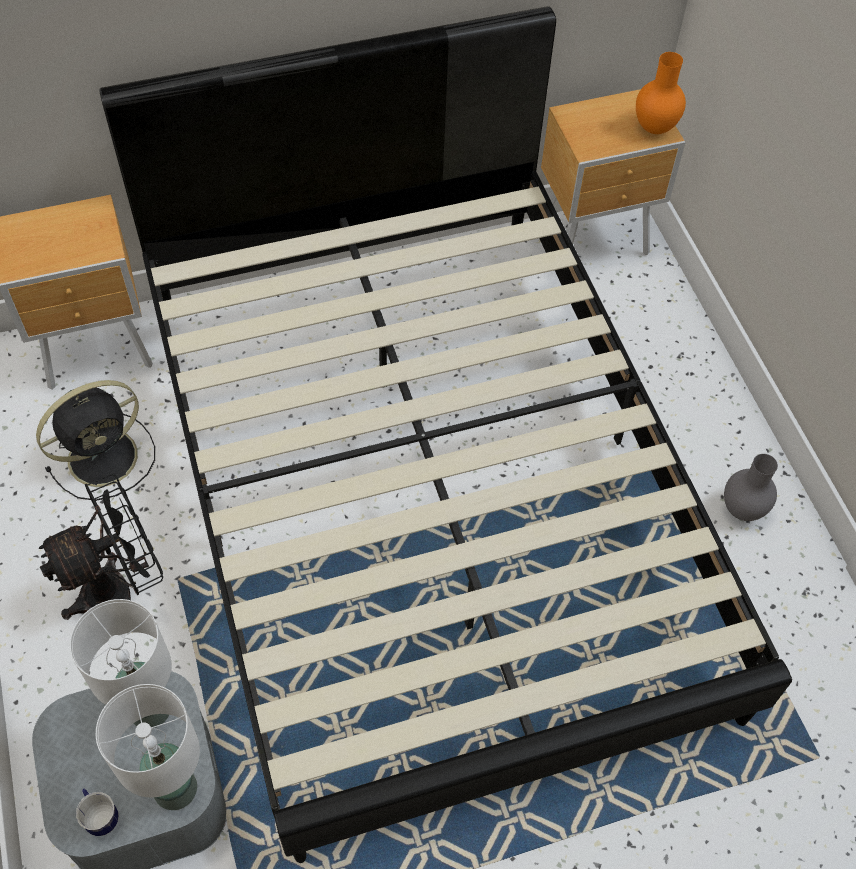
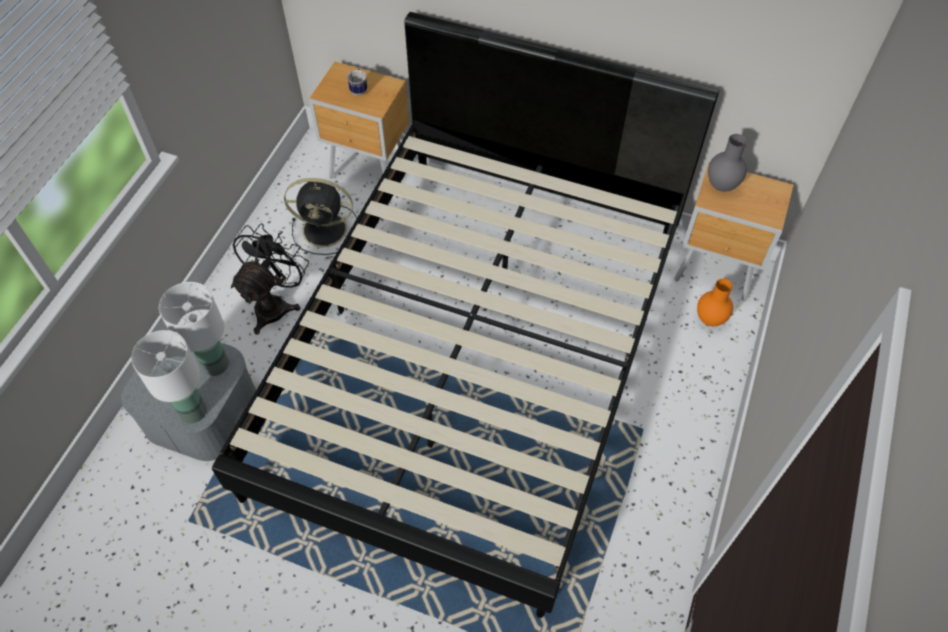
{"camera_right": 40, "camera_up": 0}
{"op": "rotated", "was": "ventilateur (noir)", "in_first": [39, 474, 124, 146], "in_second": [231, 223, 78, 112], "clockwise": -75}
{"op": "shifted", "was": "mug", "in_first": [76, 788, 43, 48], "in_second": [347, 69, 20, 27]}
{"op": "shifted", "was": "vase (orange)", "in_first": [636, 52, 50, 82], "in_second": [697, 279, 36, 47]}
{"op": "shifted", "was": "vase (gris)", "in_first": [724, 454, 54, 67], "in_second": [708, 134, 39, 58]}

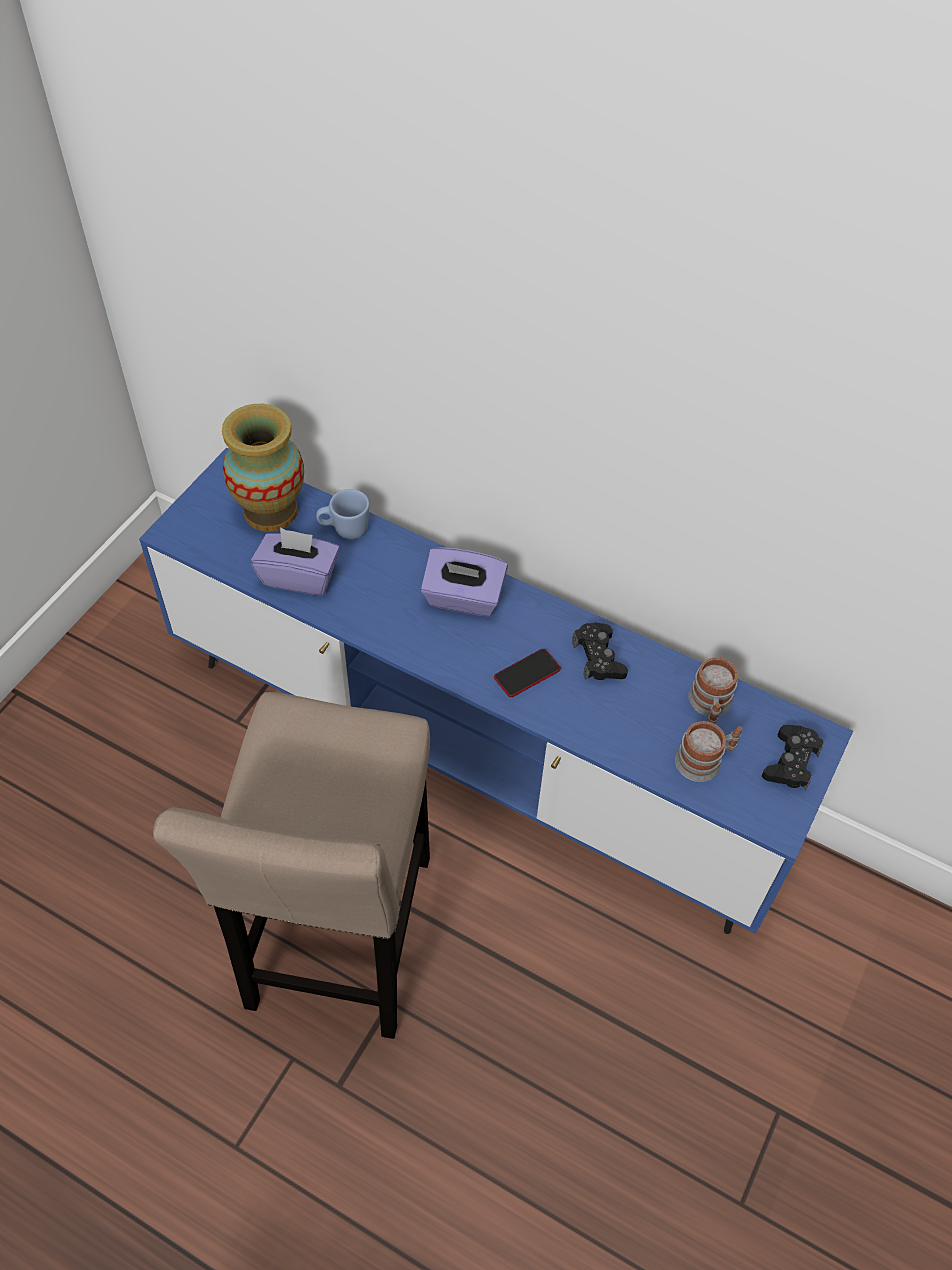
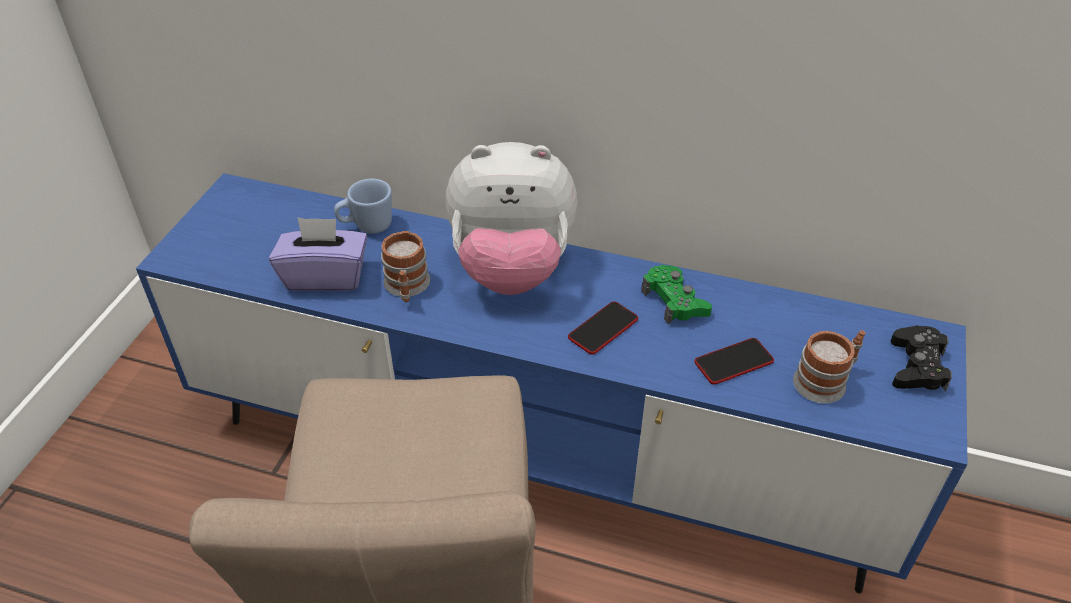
{"camera_right": -10, "camera_up": -10}
{"op": "gone", "was": "vase", "in_first": [222, 404, 82, 128]}
{"op": "swapped", "was": "boîte à mouchoirs (violet)", "now": "peluche", "in_first": [421, 547, 87, 70], "in_second": [446, 142, 131, 153]}
{"op": "repainted", "was": "manette (noir)", "now": "manette (vert)", "in_first": [572, 622, 56, 58], "in_second": [641, 265, 71, 60]}
{"op": "shifted", "was": "mug", "in_first": [688, 657, 50, 67], "in_second": [381, 231, 49, 71]}
{"op": "new", "now": "téléphone", "in_second": [694, 338, 80, 47]}

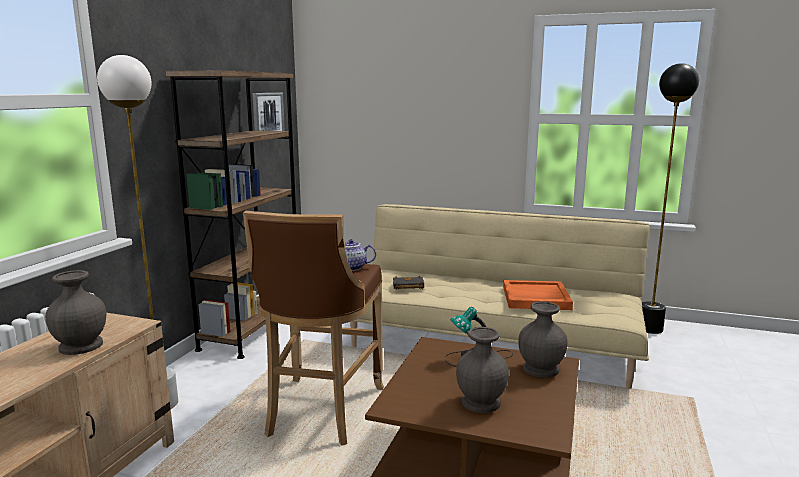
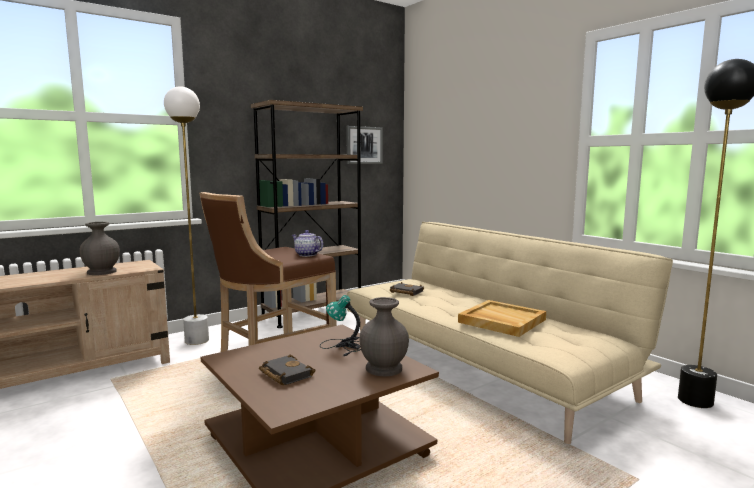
{"camera_right": 35, "camera_up": -5}
{"op": "swapped", "was": "vase (gris)", "now": "livre (noir)", "in_first": [456, 327, 53, 86], "in_second": [259, 355, 56, 30]}
{"op": "repainted", "was": "plateau (orange)", "now": "plateau (beige)", "in_first": [503, 280, 70, 30], "in_second": [458, 300, 88, 37]}

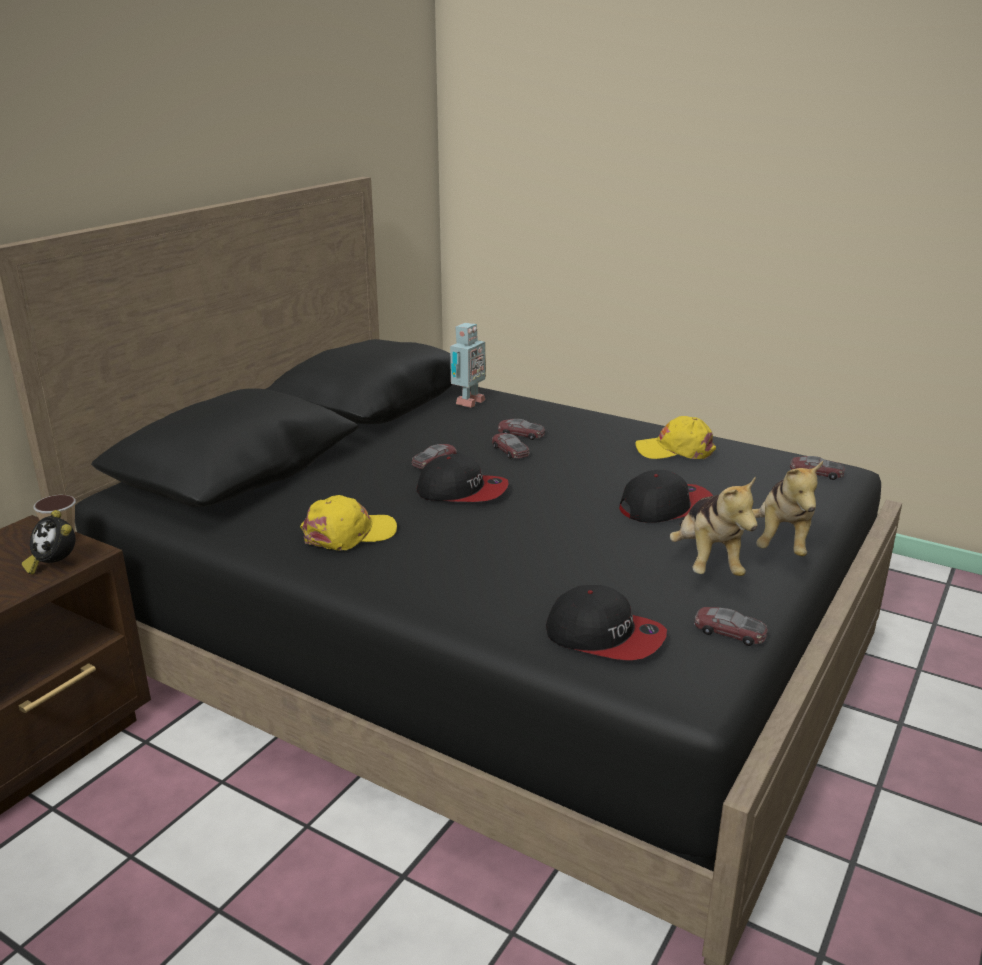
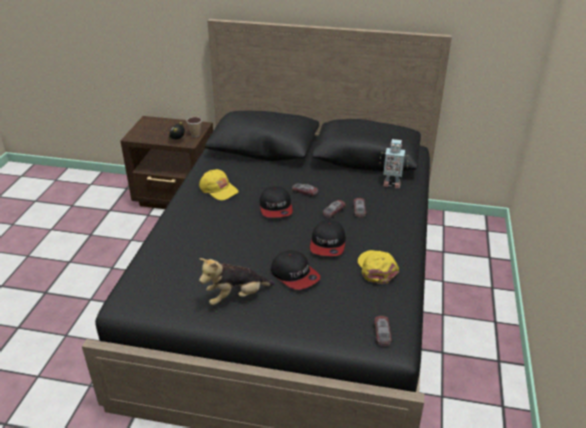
{"camera_right": 70, "camera_up": 10}
{"op": "shifted", "was": "casquette", "in_first": [546, 585, 121, 75], "in_second": [310, 220, 36, 36]}
{"op": "gone", "was": "petite voiture", "in_first": [694, 607, 74, 39]}
{"op": "gone", "was": "peluche", "in_first": [752, 461, 71, 95]}

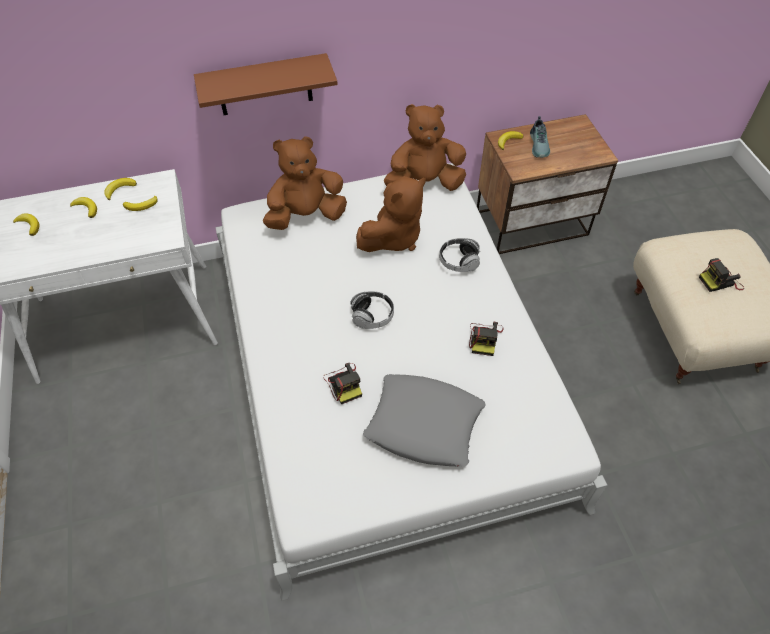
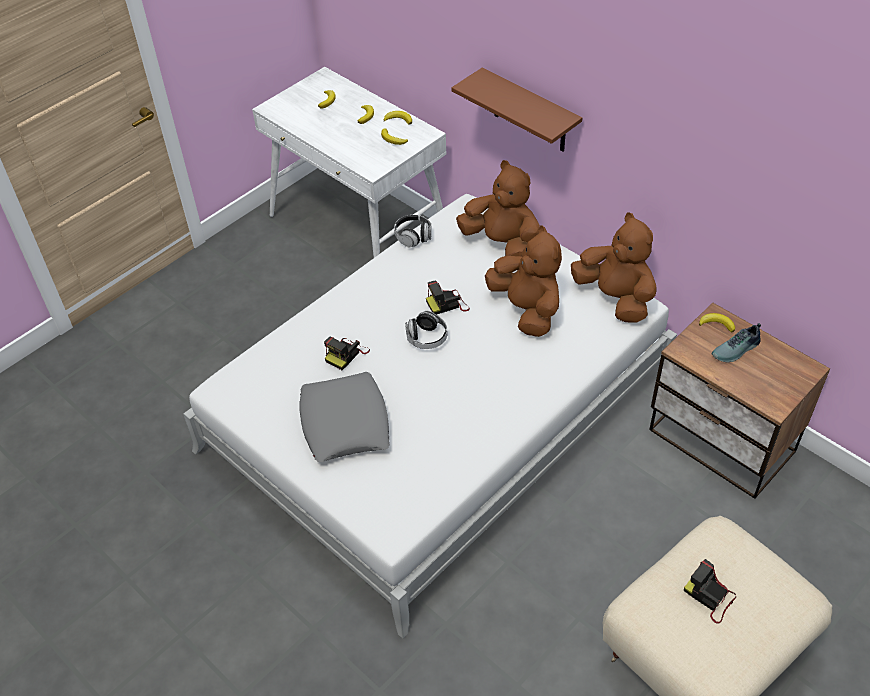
{"camera_right": 60, "camera_up": -5}
{"op": "rotated", "was": "peluche (marron)", "in_first": [356, 176, 70, 76], "in_second": [485, 225, 77, 112], "clockwise": -135}
{"op": "shifted", "was": "casque audio", "in_first": [439, 238, 41, 34], "in_second": [394, 215, 38, 33]}
{"op": "shifted", "was": "appareil photo", "in_first": [469, 322, 35, 34], "in_second": [426, 281, 44, 34]}

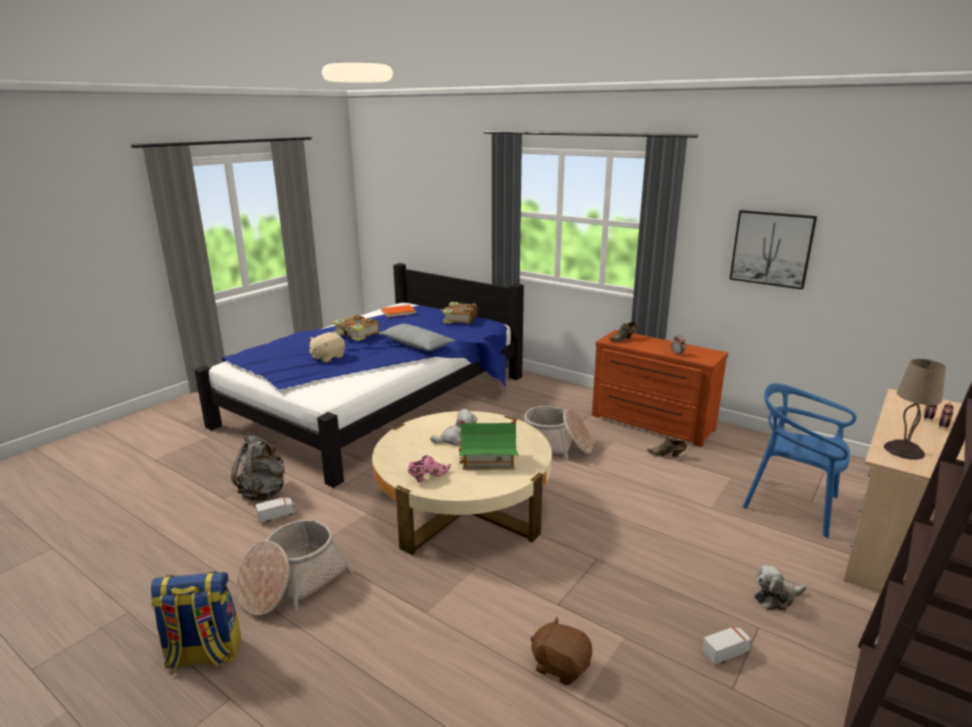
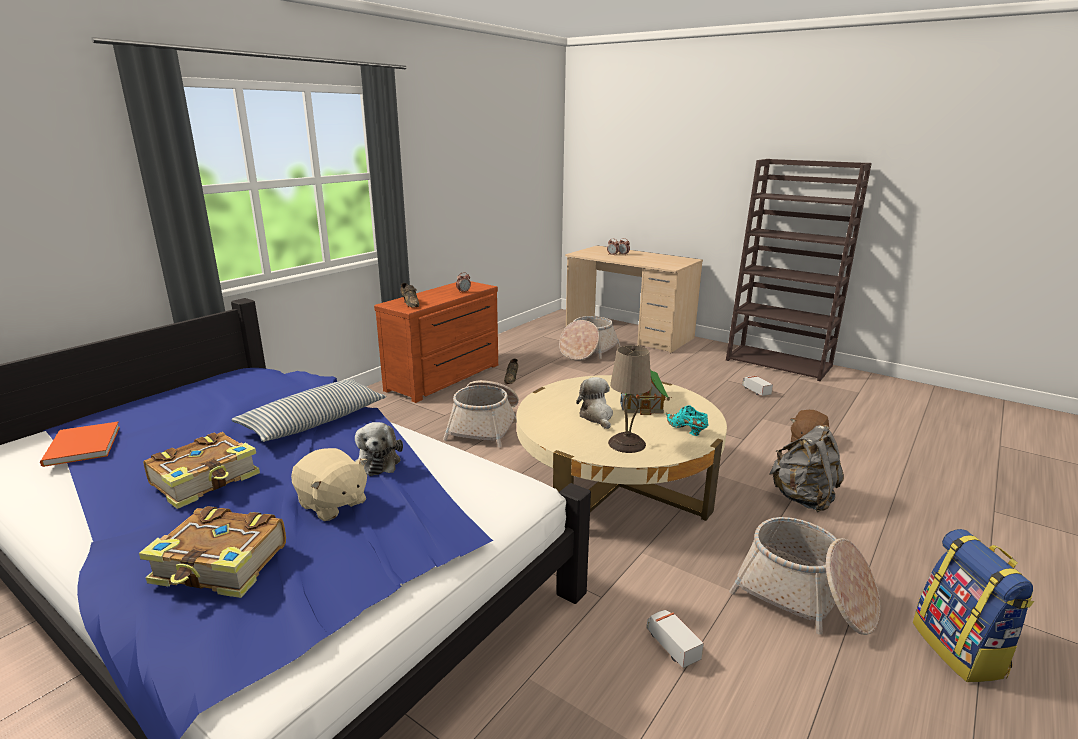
{"camera_right": -90, "camera_up": 0}
{"op": "shifted", "was": "sac à dos (gris)", "in_first": [231, 435, 54, 66], "in_second": [770, 425, 74, 87]}
{"op": "repainted", "was": "chaussure (rose)", "now": "chaussure (turquoise)", "in_first": [408, 455, 43, 27], "in_second": [666, 405, 42, 31]}
{"op": "shifted", "was": "livre", "in_first": [441, 302, 36, 22], "in_second": [139, 506, 147, 92]}
{"op": "gone", "was": "tableau", "in_first": [729, 210, 88, 80]}
{"op": "swapped", "was": "chaise (bleu)", "now": "panier", "in_first": [743, 383, 113, 154], "in_second": [559, 316, 62, 45]}
{"op": "shifted", "was": "peluche", "in_first": [754, 565, 52, 46], "in_second": [355, 422, 48, 54]}
{"op": "shifted", "was": "lampe de table (beige)", "in_first": [884, 359, 62, 101], "in_second": [608, 345, 43, 108]}

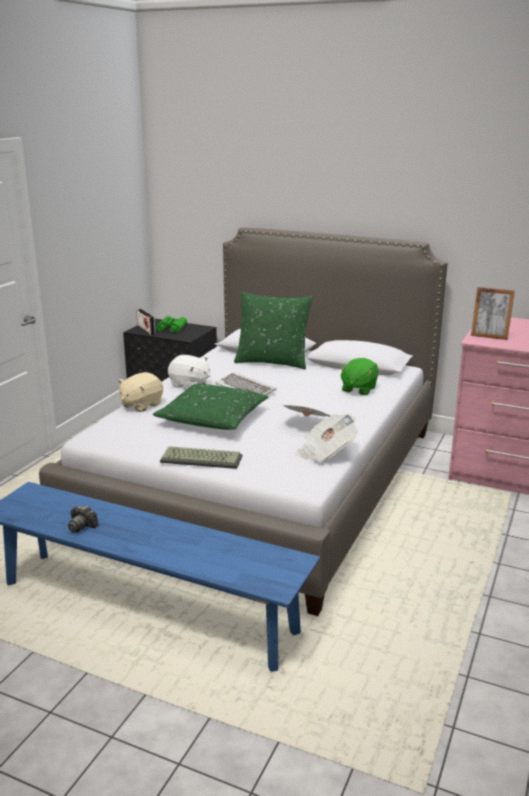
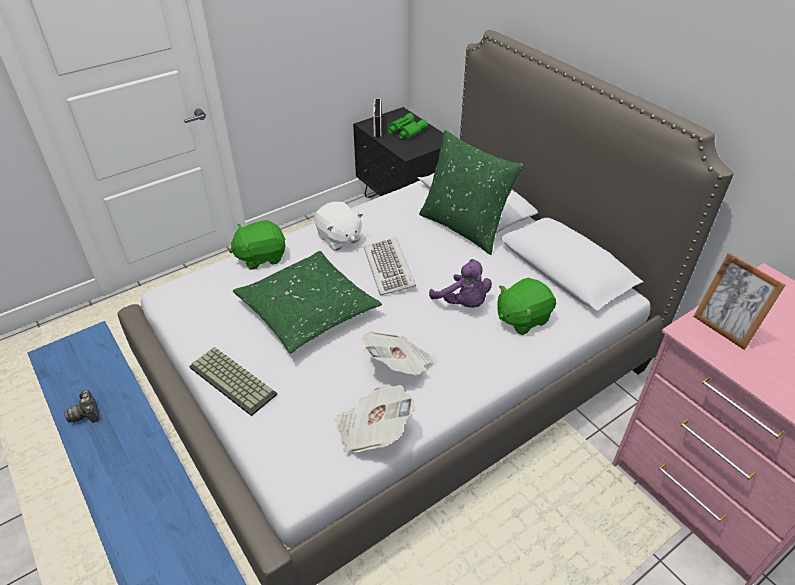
{"camera_right": 30, "camera_up": 20}
{"op": "repainted", "was": "peluche (beige)", "now": "peluche (vert)", "in_first": [118, 372, 45, 40], "in_second": [229, 220, 57, 50]}
{"op": "new", "now": "peluche (violet)", "in_second": [429, 259, 63, 49]}

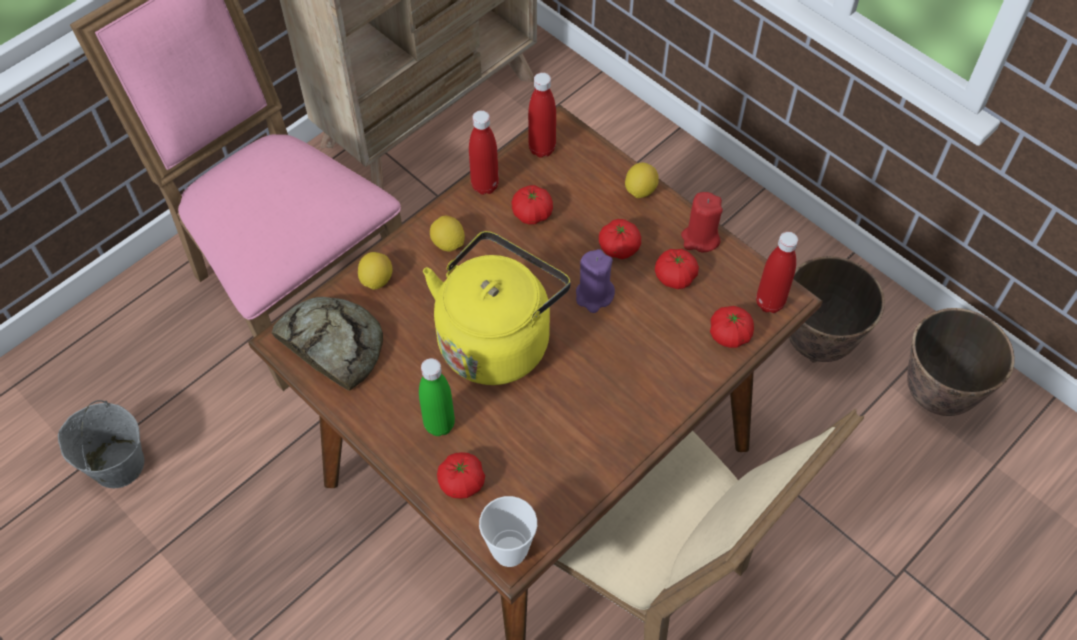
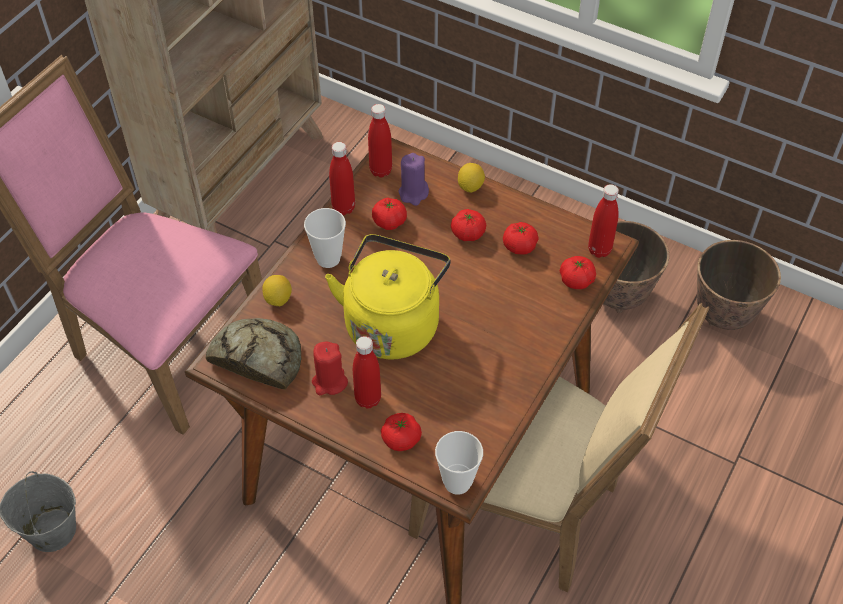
{"camera_right": -15, "camera_up": -5}
{"op": "repainted", "was": "bouteille (vert)", "now": "bouteille (rouge)", "in_first": [419, 358, 36, 78], "in_second": [353, 336, 28, 73]}
{"op": "swapped", "was": "citron", "now": "tasse", "in_first": [430, 216, 35, 36], "in_second": [304, 208, 42, 60]}
{"op": "shifted", "was": "bougie (violet)", "in_first": [576, 249, 39, 64], "in_second": [398, 153, 31, 53]}
{"op": "shifted", "was": "bougie (rouge)", "in_first": [681, 192, 42, 61], "in_second": [312, 342, 36, 53]}

